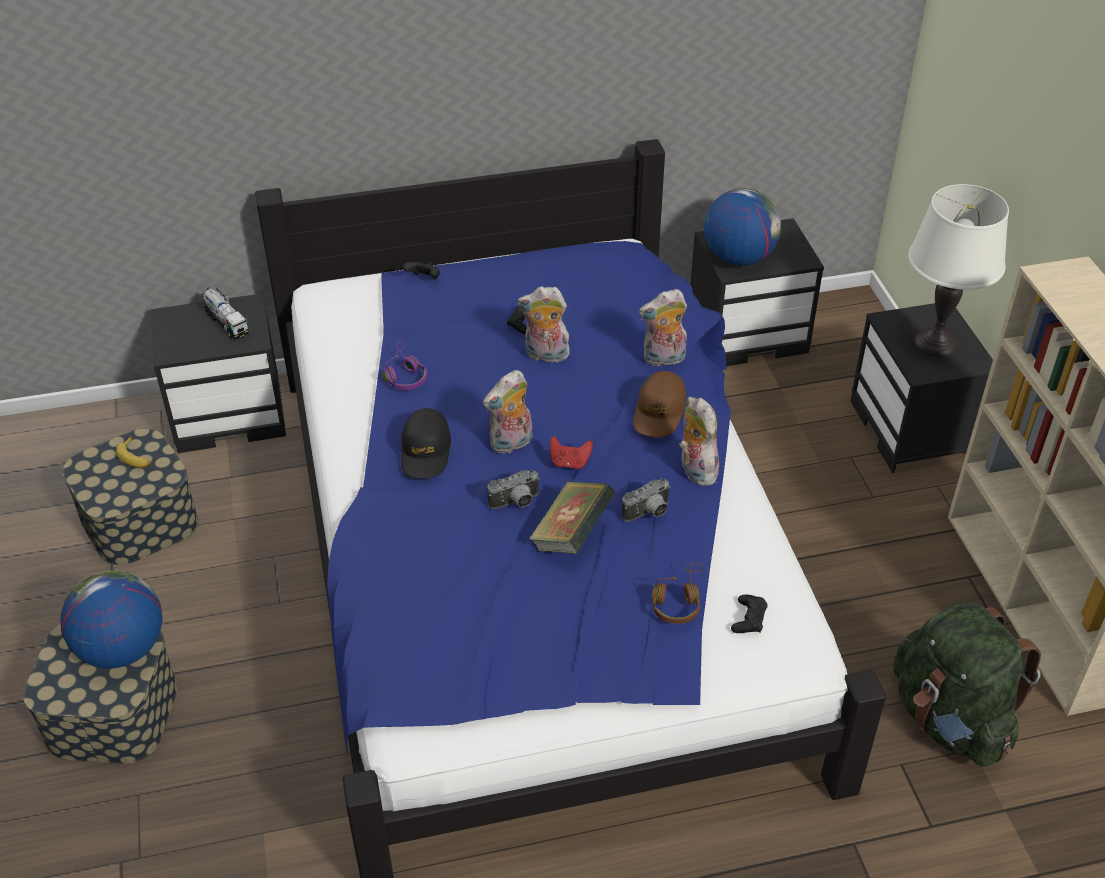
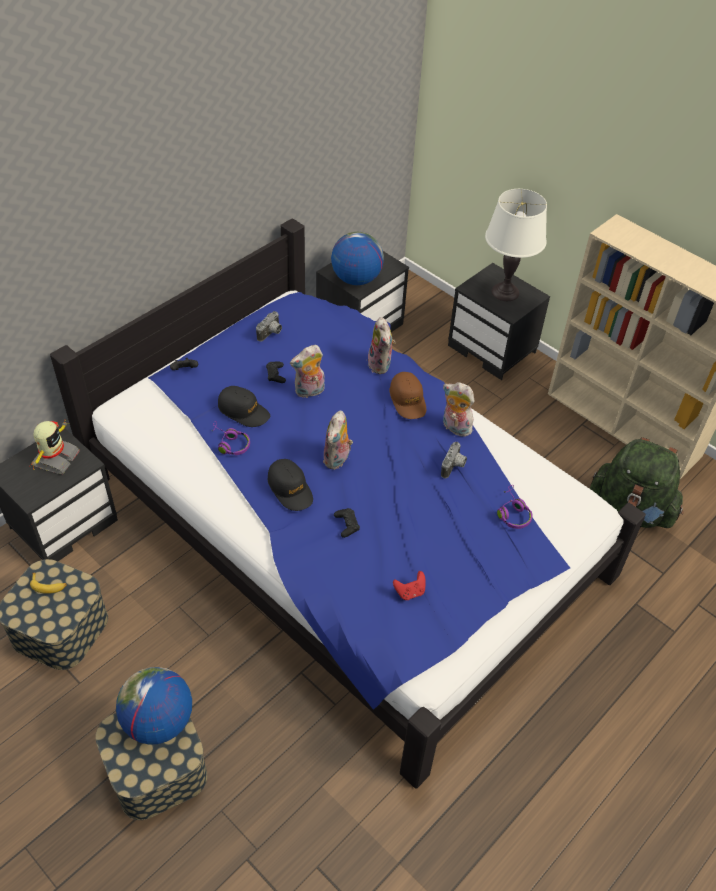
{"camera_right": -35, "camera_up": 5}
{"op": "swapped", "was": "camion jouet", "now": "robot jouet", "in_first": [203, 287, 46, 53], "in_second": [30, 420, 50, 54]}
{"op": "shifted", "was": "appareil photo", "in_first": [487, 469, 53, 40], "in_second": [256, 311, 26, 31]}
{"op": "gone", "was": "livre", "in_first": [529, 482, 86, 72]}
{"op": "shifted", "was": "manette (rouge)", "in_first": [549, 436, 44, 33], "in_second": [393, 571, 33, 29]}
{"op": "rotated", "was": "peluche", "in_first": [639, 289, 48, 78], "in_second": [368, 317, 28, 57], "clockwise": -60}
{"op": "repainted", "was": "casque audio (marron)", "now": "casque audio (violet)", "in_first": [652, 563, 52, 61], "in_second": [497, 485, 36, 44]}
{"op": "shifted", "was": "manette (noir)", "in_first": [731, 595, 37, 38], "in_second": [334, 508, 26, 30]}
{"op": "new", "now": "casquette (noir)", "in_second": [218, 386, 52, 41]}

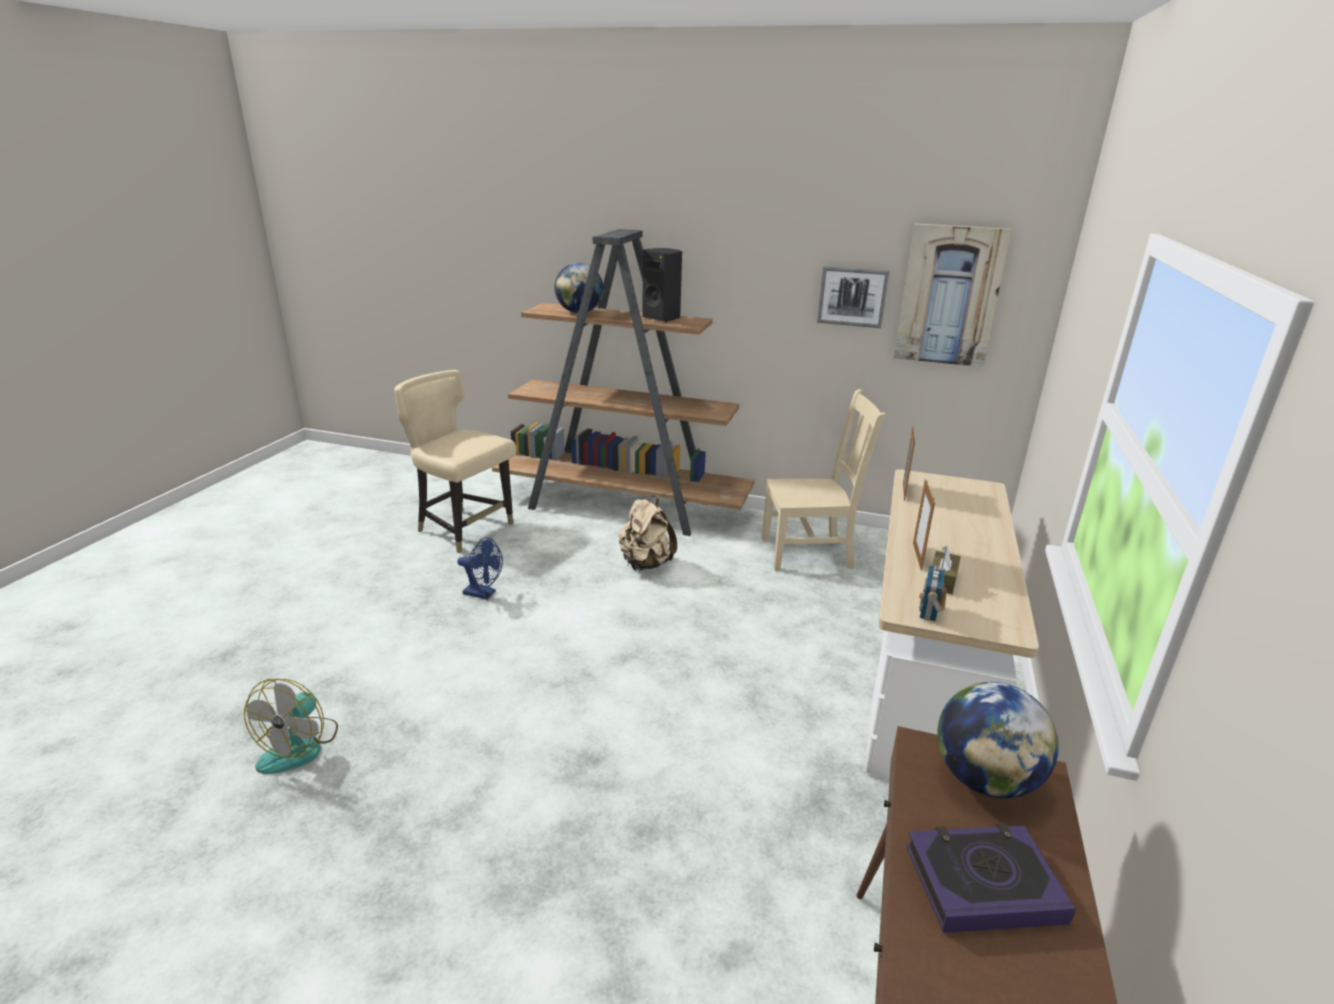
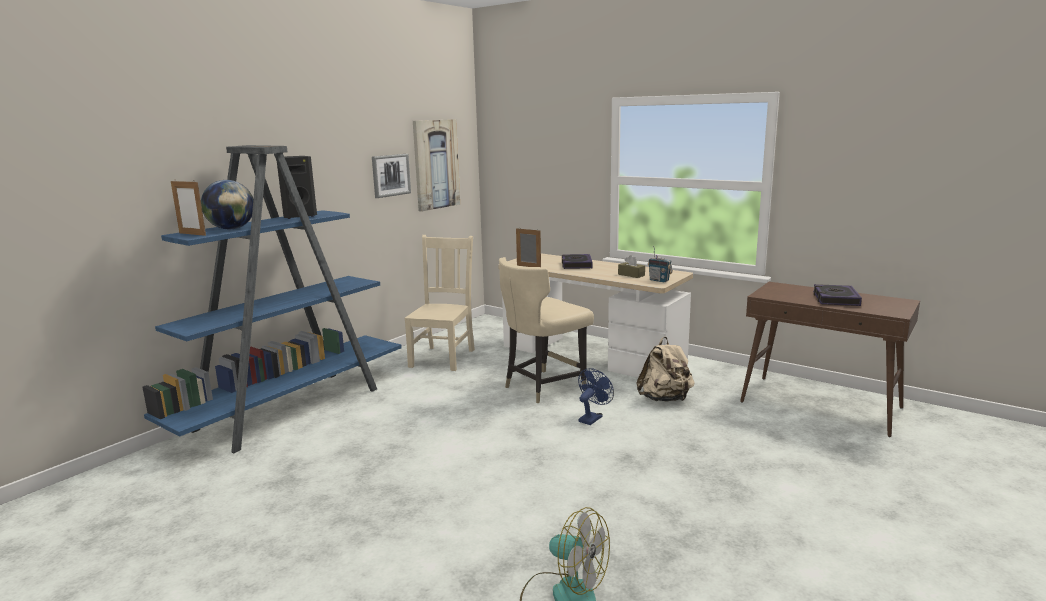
{"camera_right": -70, "camera_up": -10}
{"op": "shifted", "was": "chaise (beige)", "in_first": [395, 370, 121, 183], "in_second": [499, 257, 95, 146]}
{"op": "shifted", "was": "ventilateur (bleu)", "in_first": [457, 537, 46, 63], "in_second": [578, 368, 36, 57]}
{"op": "repainted", "was": "bibliothèque (marron)", "now": "bibliothèque (bleu)", "in_first": [492, 229, 262, 307], "in_second": [142, 145, 260, 308]}
{"op": "shifted", "was": "sac à dos (beige)", "in_first": [618, 496, 59, 75], "in_second": [637, 337, 58, 64]}
{"op": "shifted", "was": "cadre photo", "in_first": [913, 479, 22, 91], "in_second": [171, 179, 35, 57]}
{"op": "gone", "was": "globe", "in_first": [937, 682, 122, 116]}
{"op": "new", "now": "livre", "in_second": [562, 254, 30, 15]}

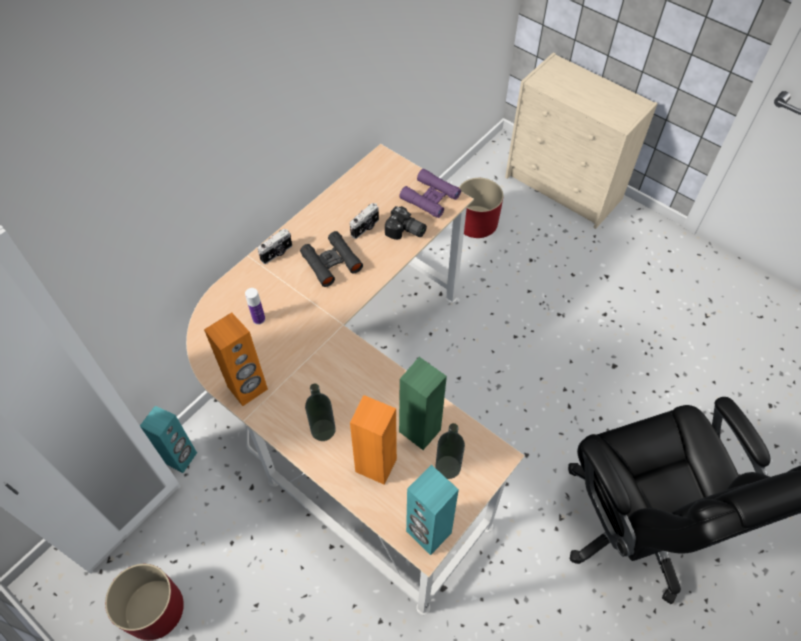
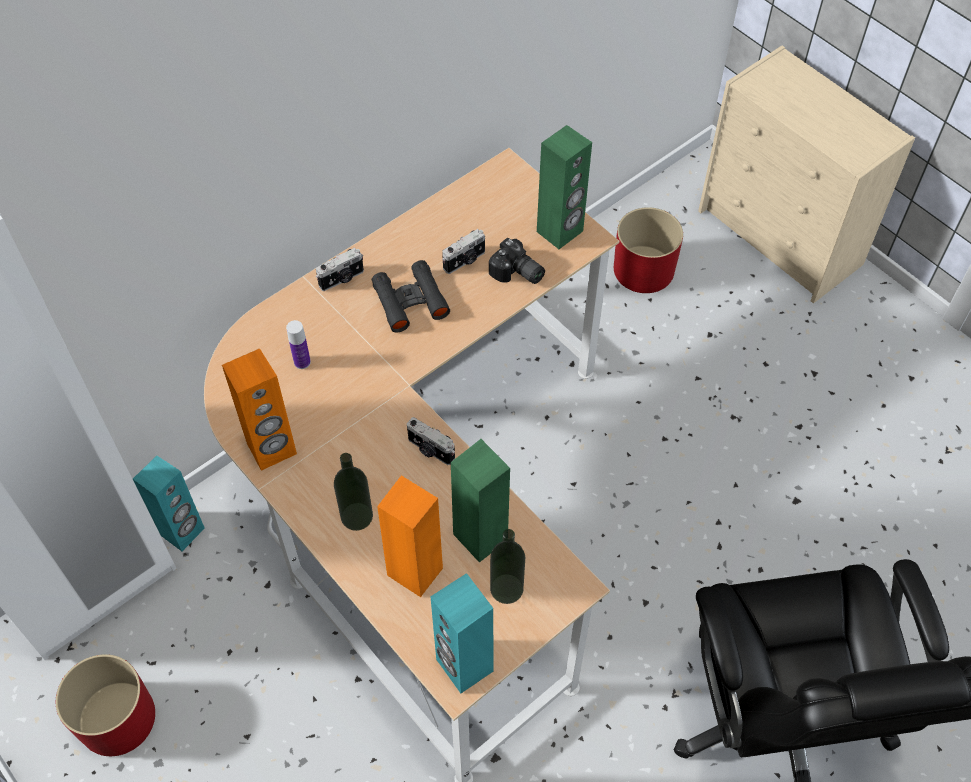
{"camera_right": 10, "camera_up": 0}
{"op": "swapped", "was": "jumelles (violet)", "now": "enceinte (vert)", "in_first": [399, 169, 62, 49], "in_second": [537, 125, 55, 124]}
{"op": "new", "now": "appareil photo", "in_second": [407, 417, 48, 48]}

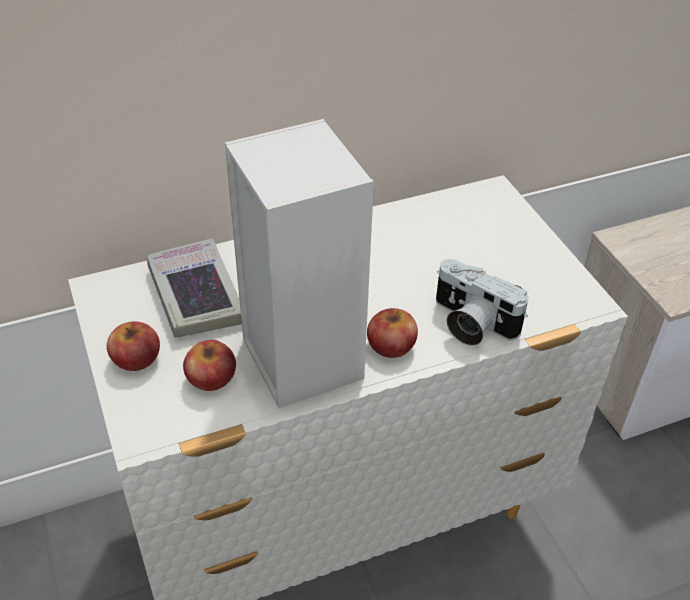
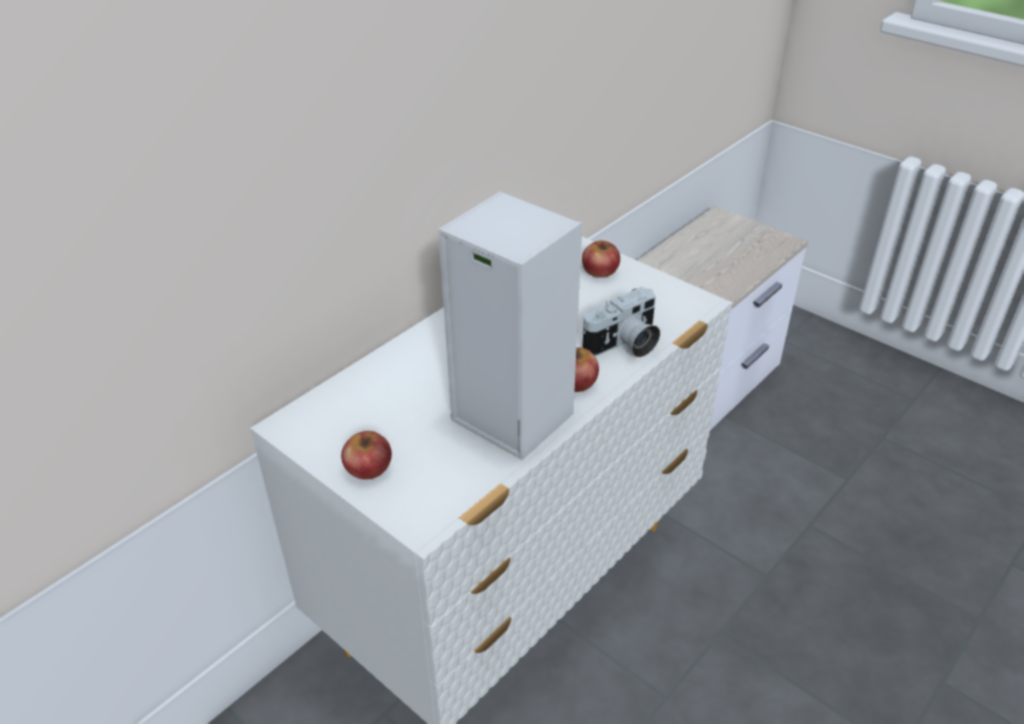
{"camera_right": -25, "camera_up": -5}
{"op": "gone", "was": "livre", "in_first": [147, 238, 95, 99]}
{"op": "shifted", "was": "pomme", "in_first": [183, 340, 53, 51], "in_second": [582, 241, 38, 37]}
{"op": "rotated", "was": "appareil photo", "in_first": [436, 259, 93, 87], "in_second": [582, 287, 78, 70], "clockwise": -45}

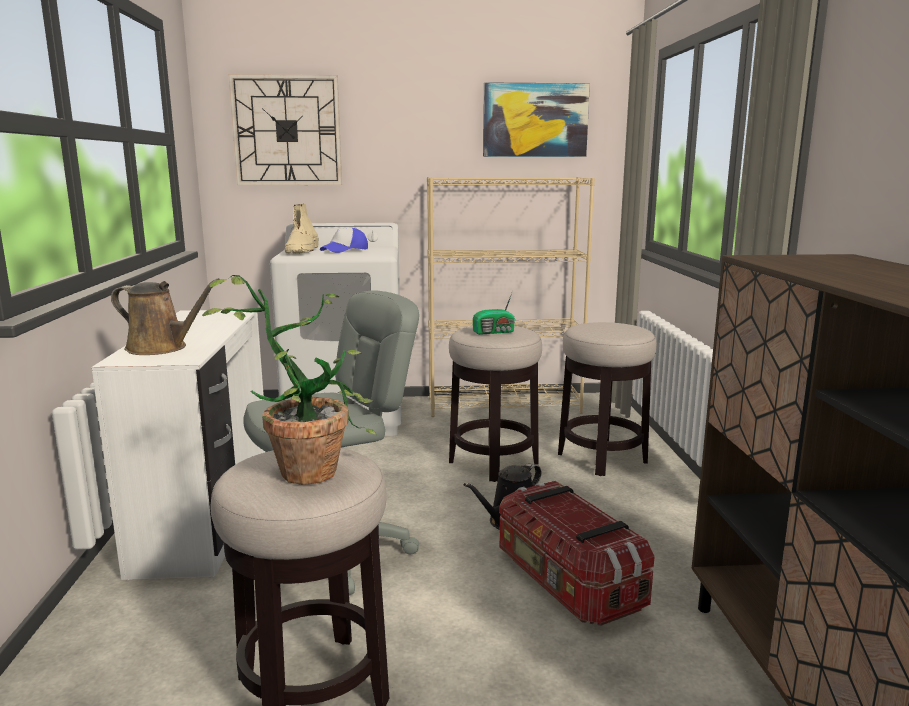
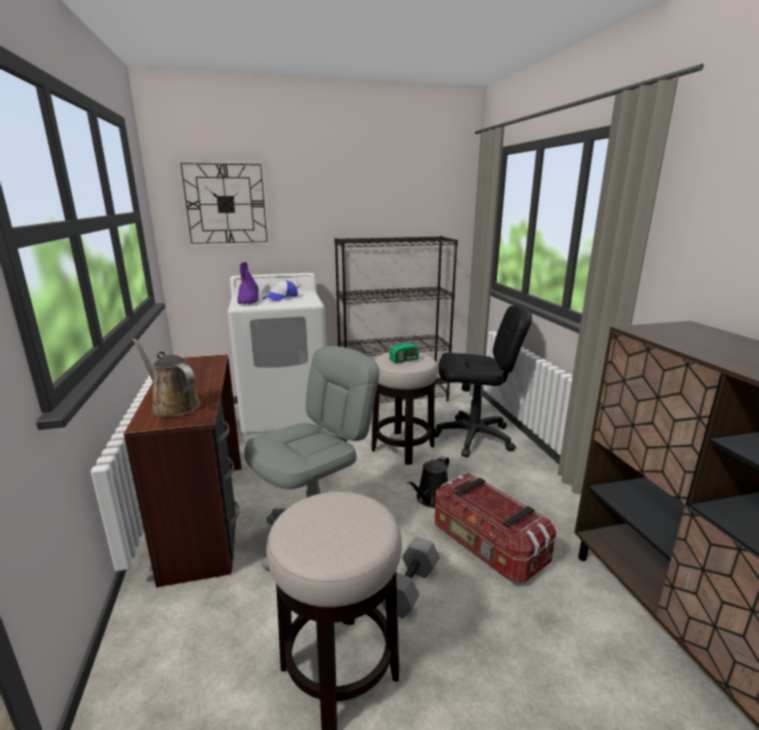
{"camera_right": -10, "camera_up": 5}
{"op": "repainted", "was": "bureau (blanc)", "now": "bureau (marron)", "in_first": [91, 310, 174, 270], "in_second": [124, 354, 118, 234]}
{"op": "rotated", "was": "arrosoir (marron)", "in_first": [111, 278, 108, 77], "in_second": [133, 338, 68, 79], "clockwise": -150}
{"op": "gone", "was": "plante en pot", "in_first": [202, 275, 175, 210]}
{"op": "repainted", "was": "botte (beige)", "now": "botte (violet)", "in_first": [285, 204, 34, 50], "in_second": [237, 262, 22, 42]}
{"op": "repainted", "was": "bibliothèque (beige)", "now": "bibliothèque (noir)", "in_first": [427, 177, 168, 240], "in_second": [335, 236, 123, 167]}
{"op": "gone", "was": "tableau", "in_first": [483, 82, 107, 75]}
{"op": "swapped", "was": "tabouret", "now": "chaise de bureau (noir)", "in_first": [558, 322, 99, 154], "in_second": [434, 306, 98, 151]}
{"op": "new", "now": "haltère (gris)", "in_second": [382, 536, 58, 82]}

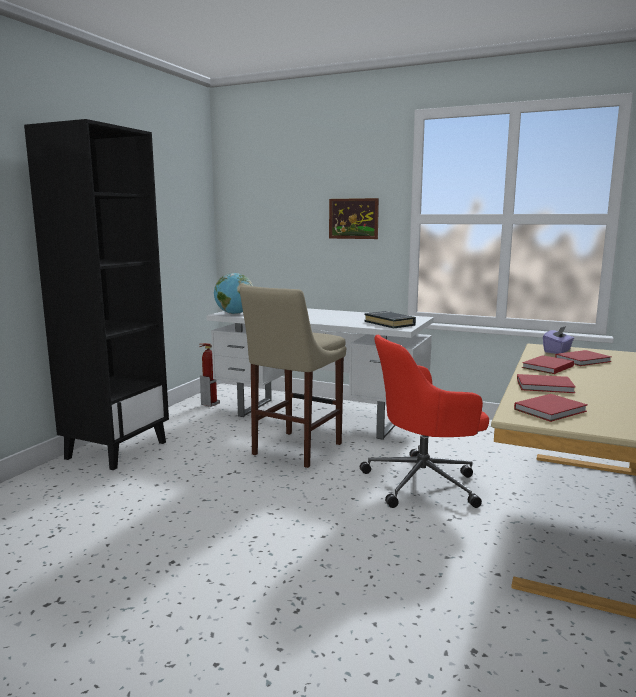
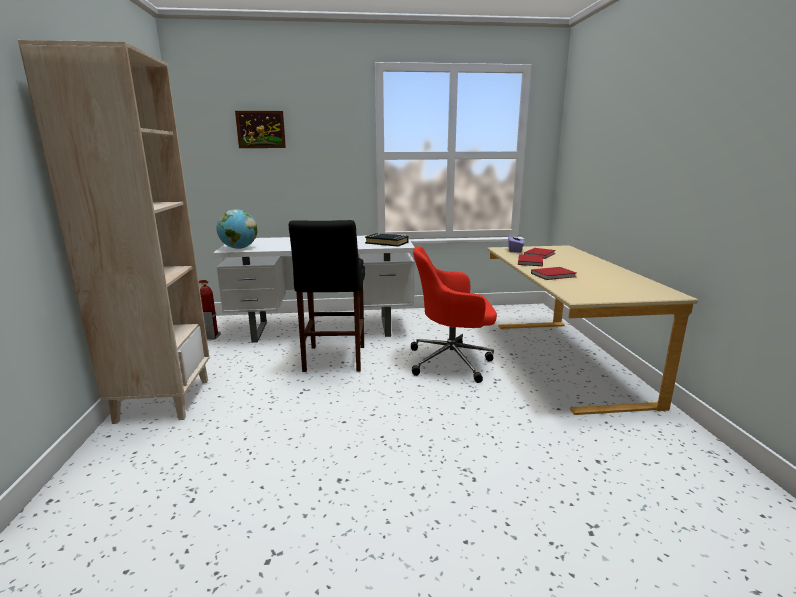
{"camera_right": -30, "camera_up": 5}
{"op": "repainted", "was": "bibliothèque (noir)", "now": "bibliothèque (beige)", "in_first": [24, 119, 145, 351], "in_second": [18, 40, 192, 384]}
{"op": "repainted", "was": "tabouret (beige)", "now": "tabouret (noir)", "in_first": [240, 286, 106, 182], "in_second": [289, 220, 76, 152]}
{"op": "shifted", "was": "tableau", "in_first": [329, 198, 50, 41], "in_second": [235, 111, 51, 37]}
{"op": "rotated", "was": "chaise de bureau (rouge)", "in_first": [360, 335, 129, 173], "in_second": [411, 246, 86, 137], "clockwise": 45}
{"op": "gone", "was": "livre (rouge)", "in_first": [514, 394, 74, 28]}

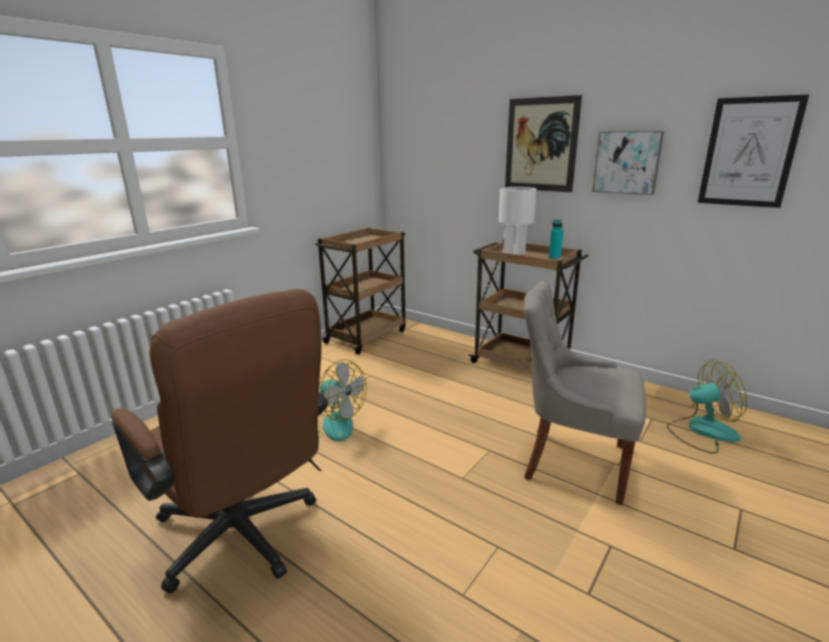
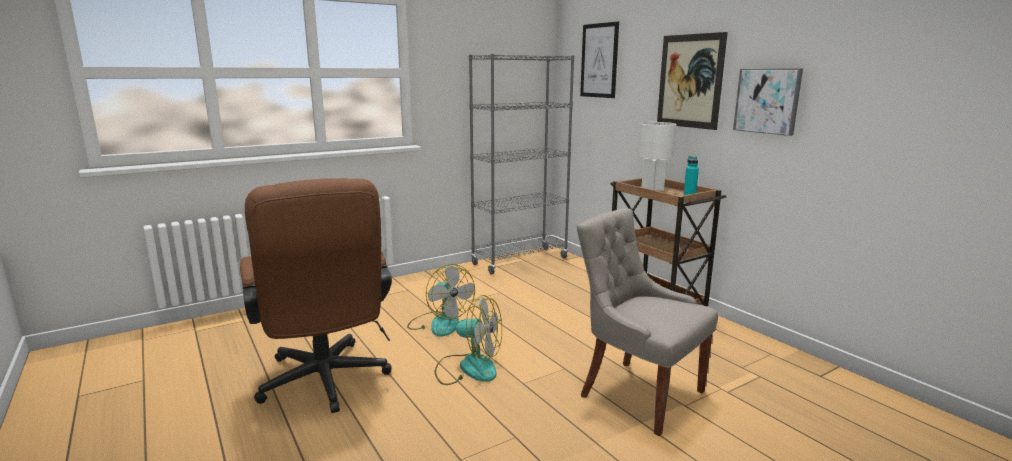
{"camera_right": 20, "camera_up": -5}
{"op": "swapped", "was": "chariot (marron)", "now": "bibliothèque (gris)", "in_first": [315, 227, 91, 127], "in_second": [469, 54, 105, 221]}
{"op": "shifted", "was": "ventilateur", "in_first": [667, 360, 80, 94], "in_second": [434, 295, 68, 90]}
{"op": "shifted", "was": "tableau", "in_first": [698, 95, 111, 113], "in_second": [580, 22, 39, 76]}

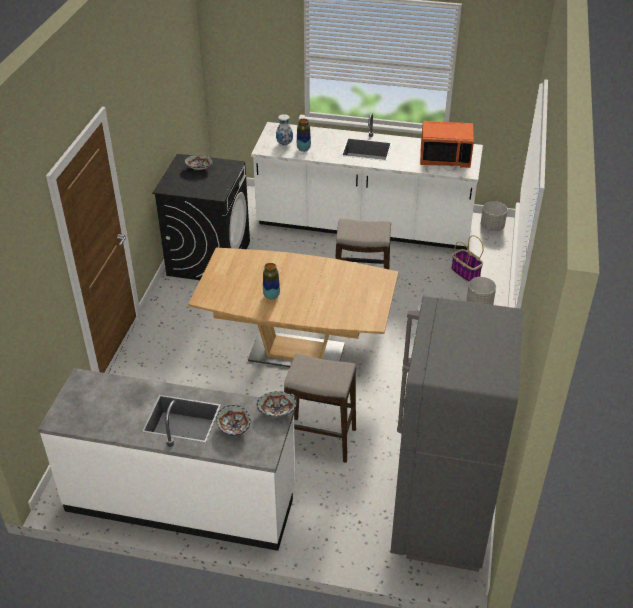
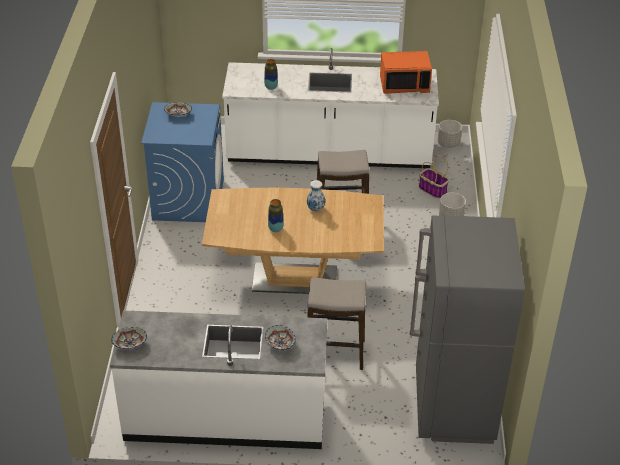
{"camera_right": -10, "camera_up": 0}
{"op": "repainted", "was": "lave-linge (noir)", "now": "lave-linge (bleu)", "in_first": [152, 154, 98, 126], "in_second": [141, 102, 83, 120]}
{"op": "shifted", "was": "bol", "in_first": [257, 391, 40, 26], "in_second": [111, 327, 36, 22]}
{"op": "shifted", "was": "vase", "in_first": [276, 114, 17, 32], "in_second": [307, 180, 18, 32]}

